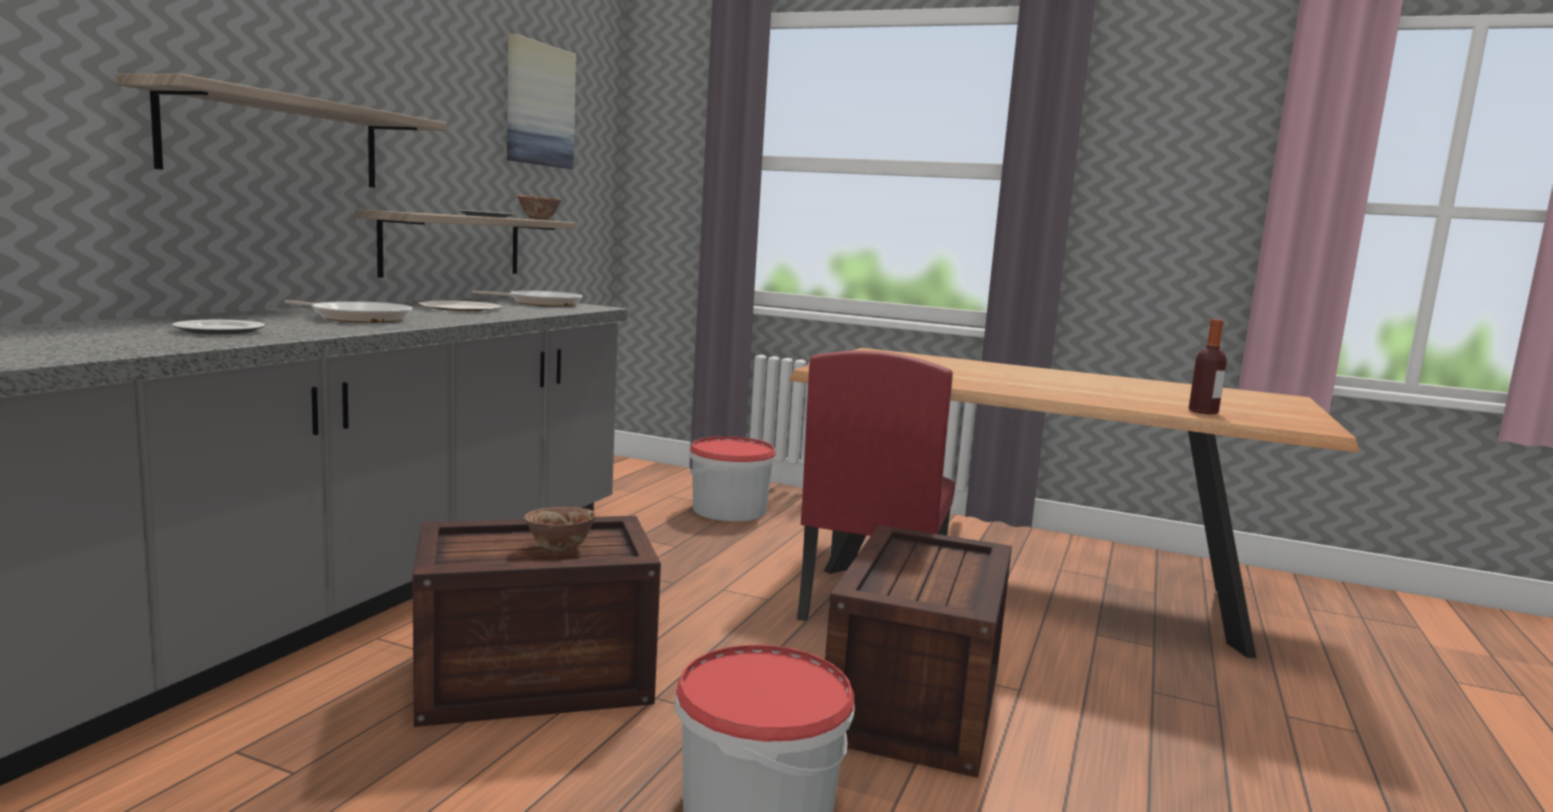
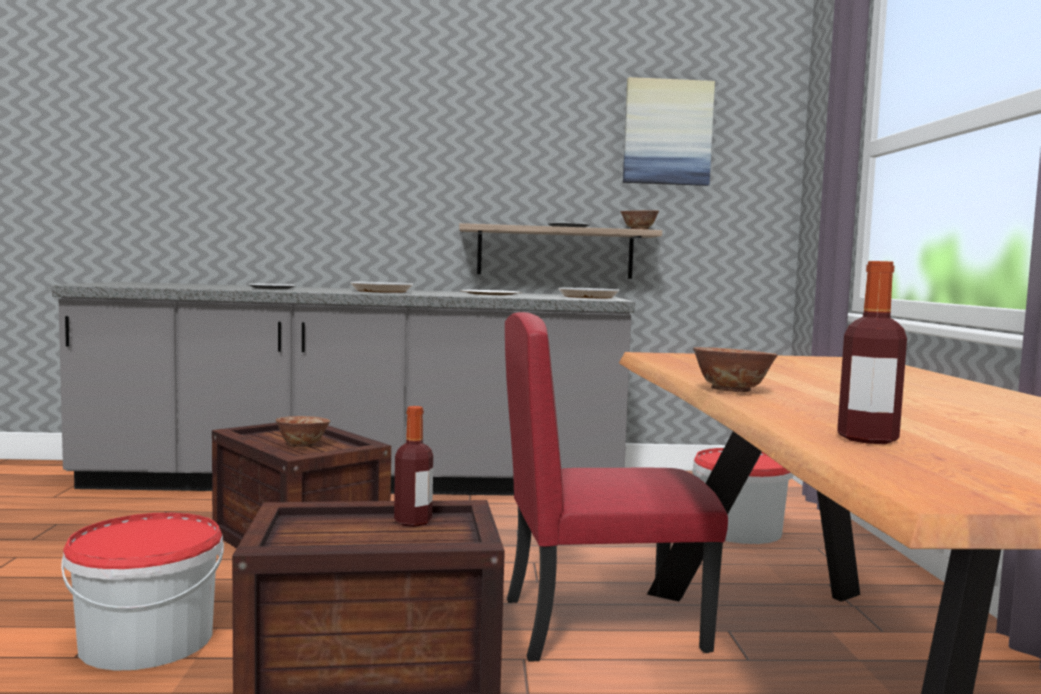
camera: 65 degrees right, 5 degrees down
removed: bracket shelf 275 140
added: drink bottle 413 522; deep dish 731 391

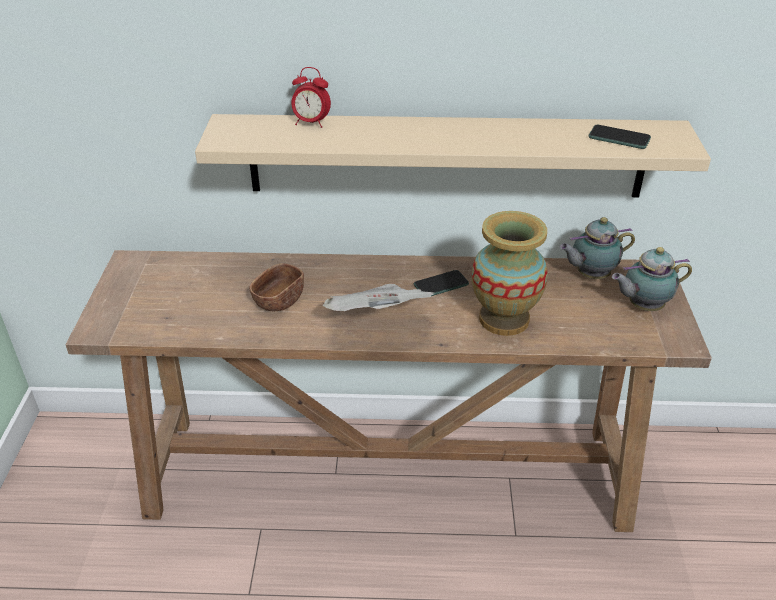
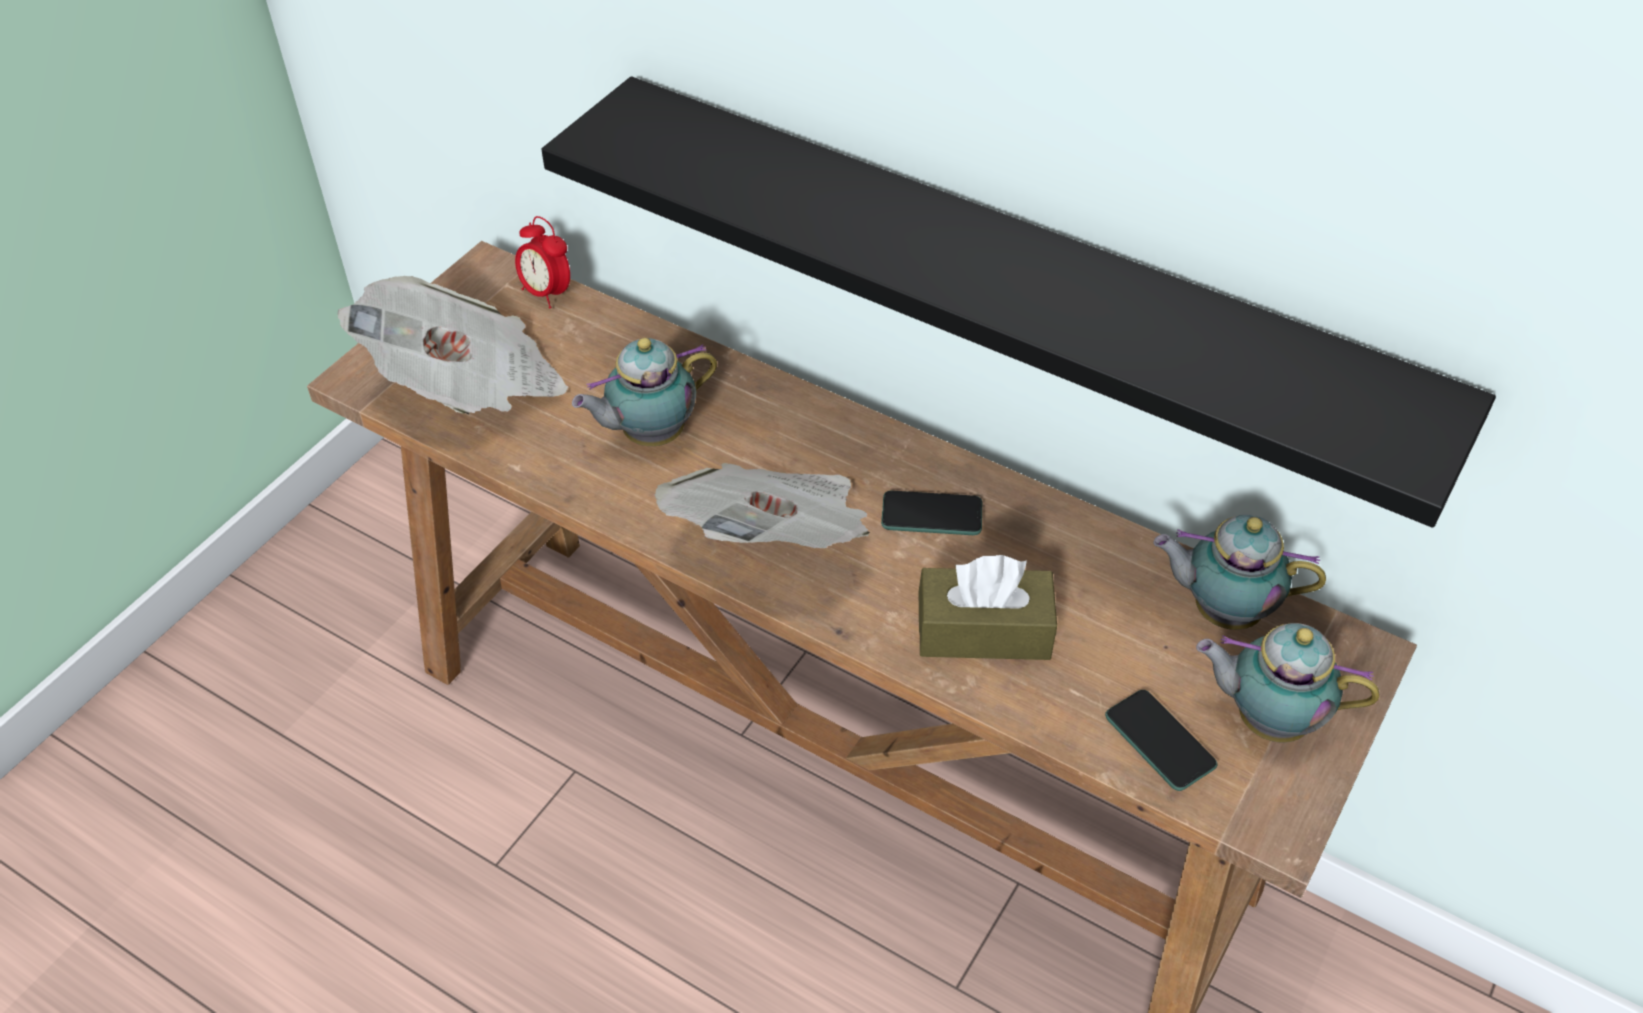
camera: 30 degrees right, 10 degrees up
added: daily paper 467 386
moved: bedside clock 311 123 to 547 293; handset 619 138 to 1160 741
replaced: brown-coloured deep dish 279 300 to tea pot 649 435; vase 504 319 to brown-coloured tissue holder 984 631
recoloured: beige bracket shelf 446 156 to black bracket shelf 1009 285

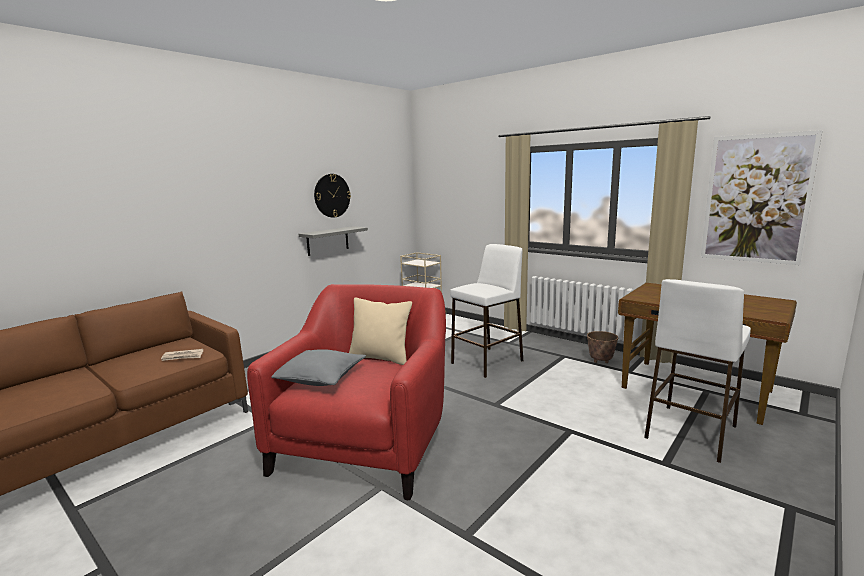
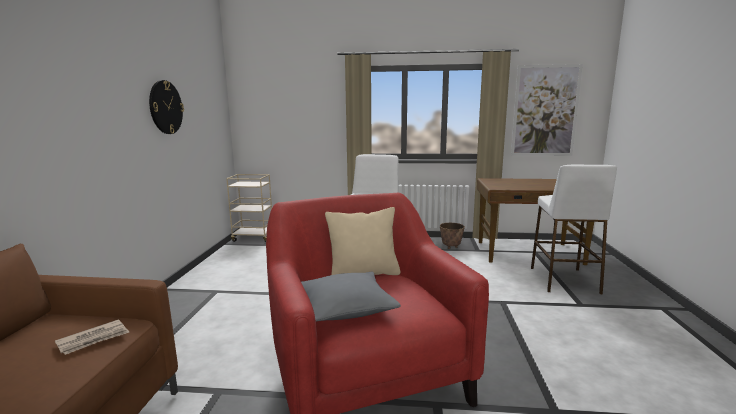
camera: 35 degrees left, 0 degrees up
removed: gray bracket shelf 327 241

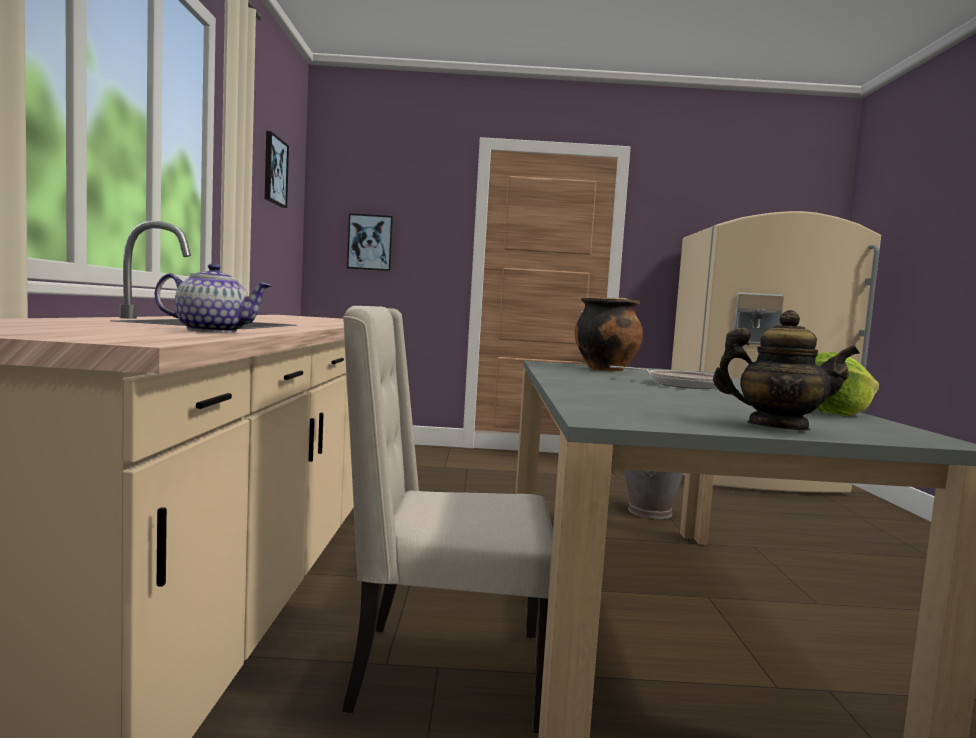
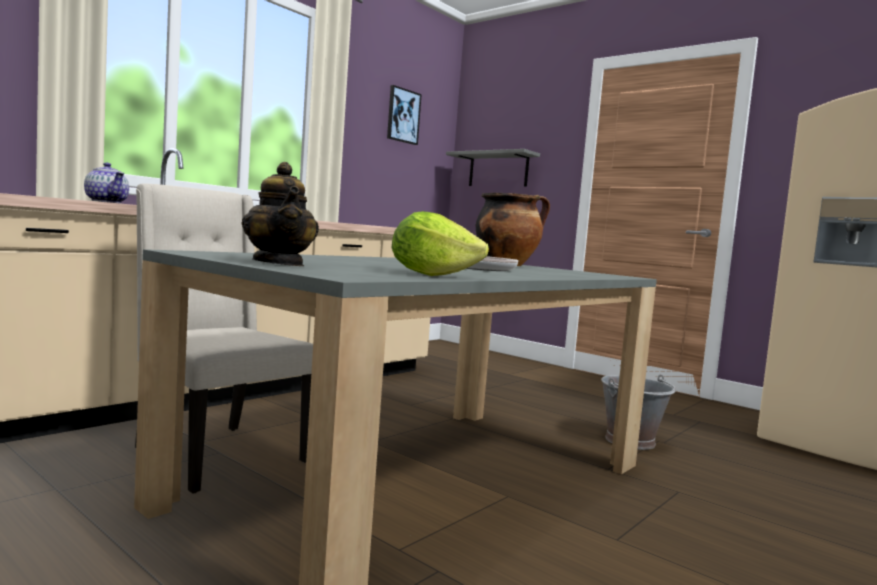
camera: 40 degrees right, 0 degrees up
replaced: wall picture 370 242 to gray bracket shelf 498 170

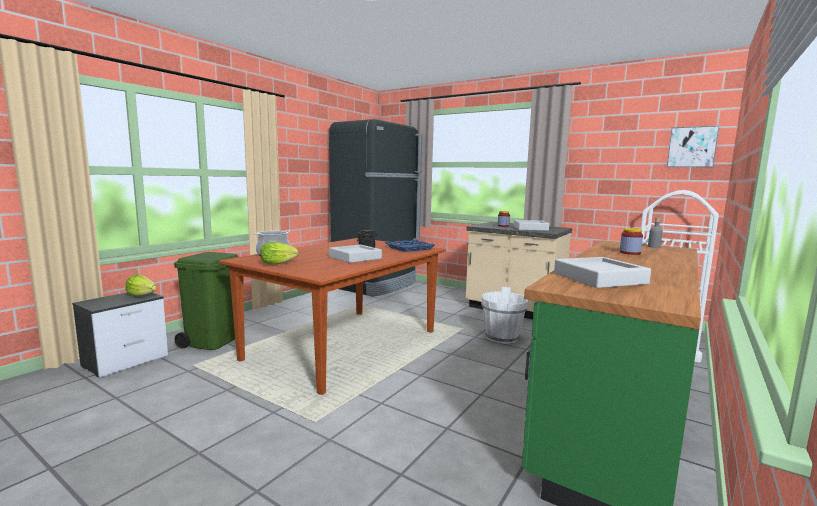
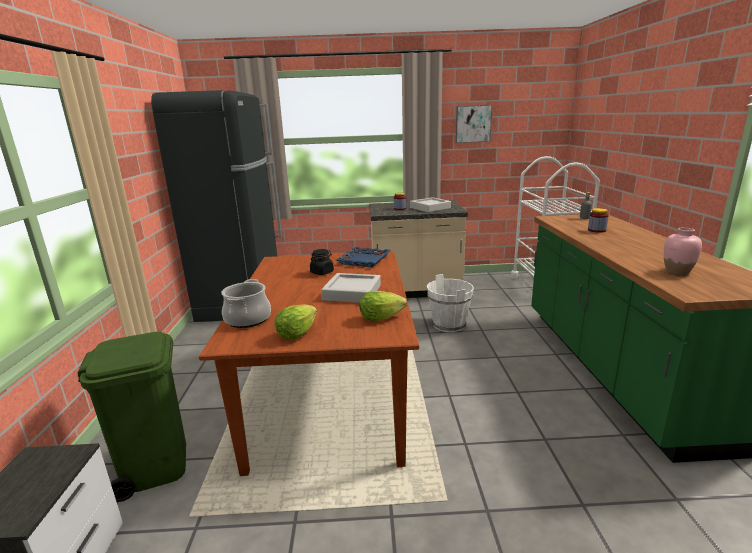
camera: 35 degrees left, 10 degrees up
moved: lettuce 142 295 to 380 318; wall picture 692 147 to 473 124
replaced: gray carrying tray 599 278 to pinkish vase 677 271

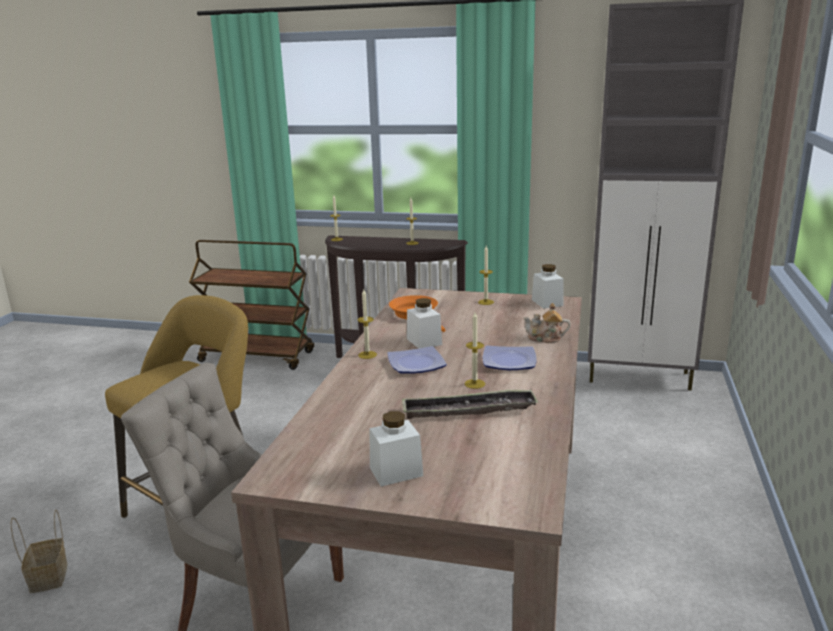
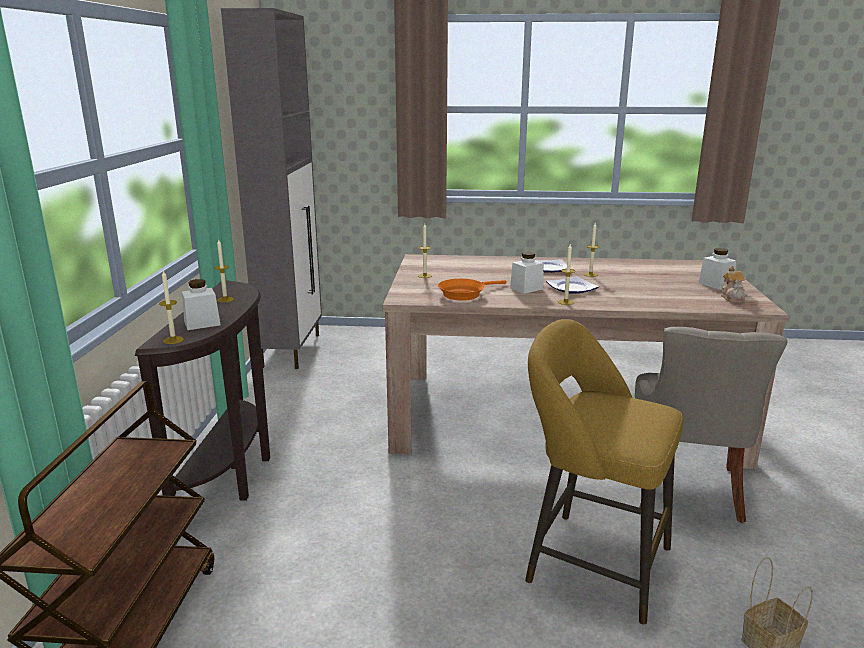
camera: 100 degrees left, 0 degrees up
removed: carrying tray 468 410
moved: whitish preserve jar 547 302 to 202 323; tea pot 545 338 to 732 298

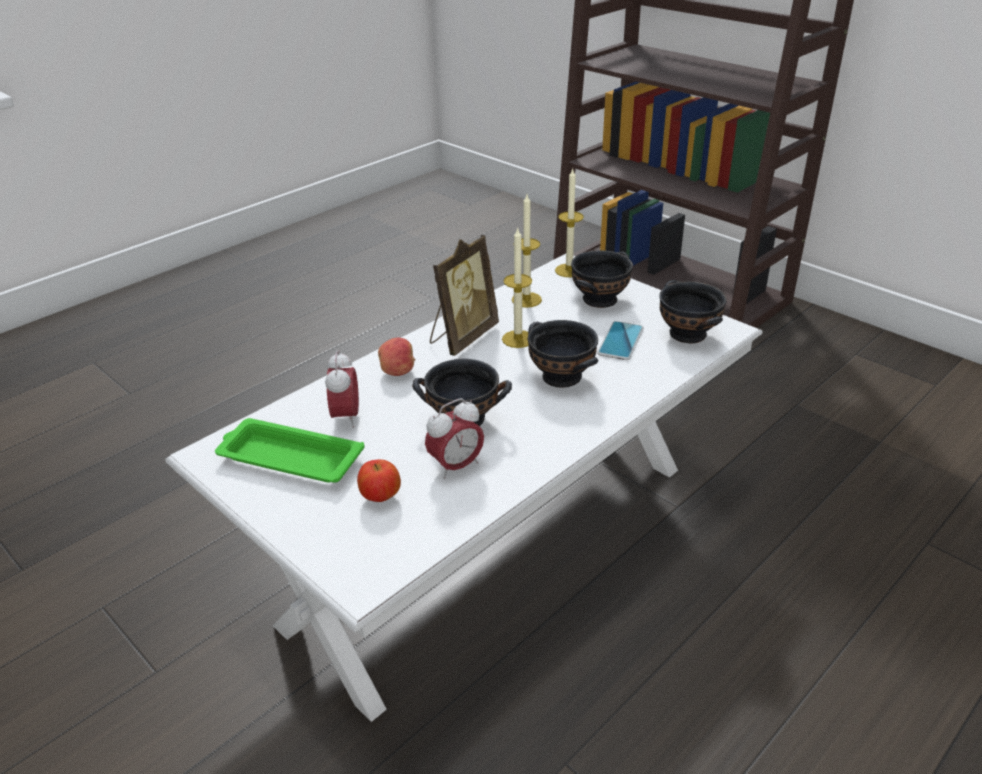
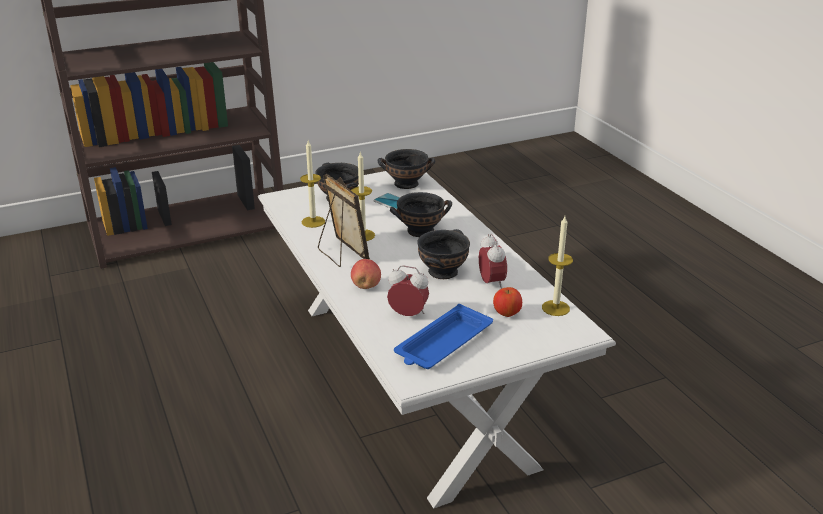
camera: 70 degrees left, 5 degrees down
moved: candle 569 270 to 555 308
recoloured: green-coloured carrying tray 288 458 to bluish carrying tray 442 344

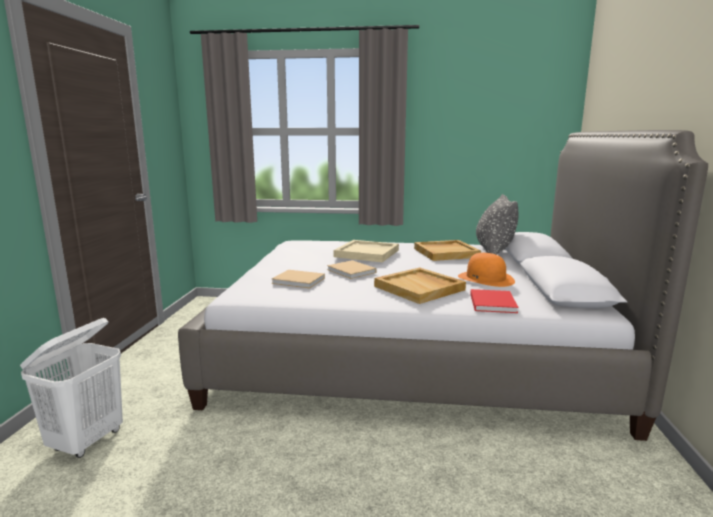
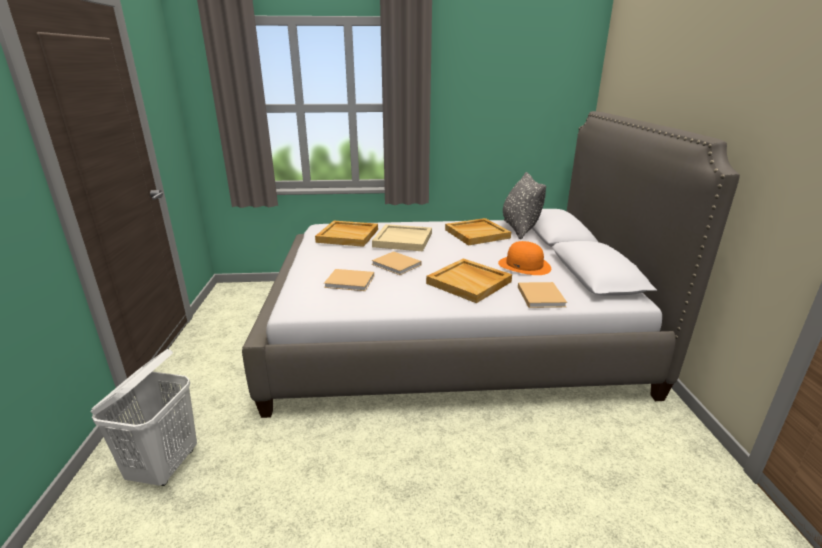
camera: 10 degrees left, 10 degrees up
added: beige carrying tray 348 235
recoloured: red volume 492 302 to beige volume 540 296

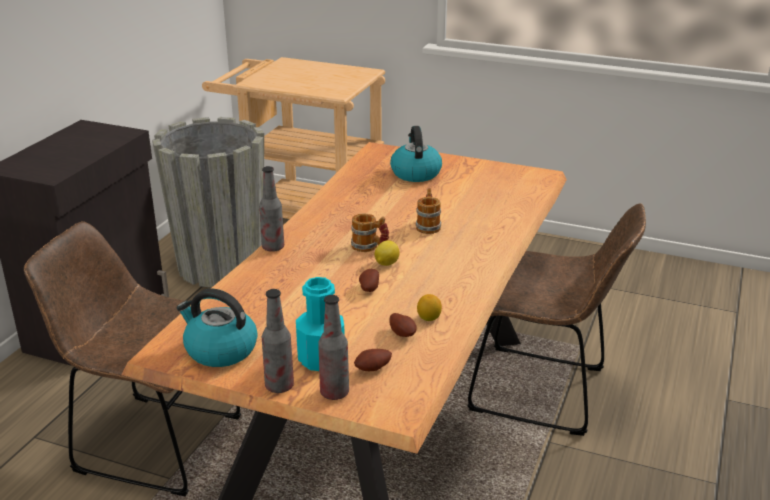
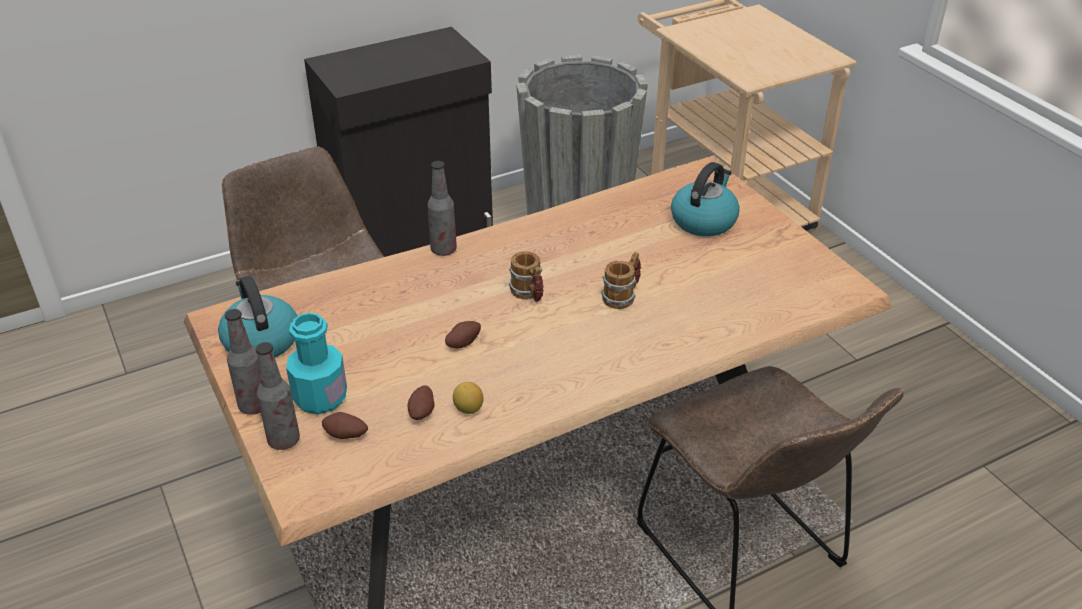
camera: 40 degrees right, 10 degrees up
removed: citrus fruit 386 263

